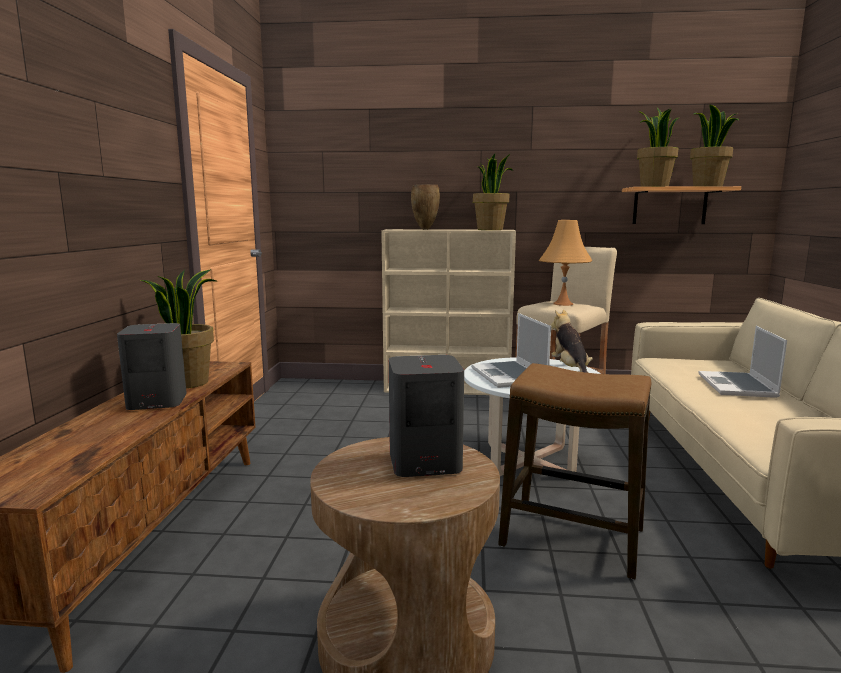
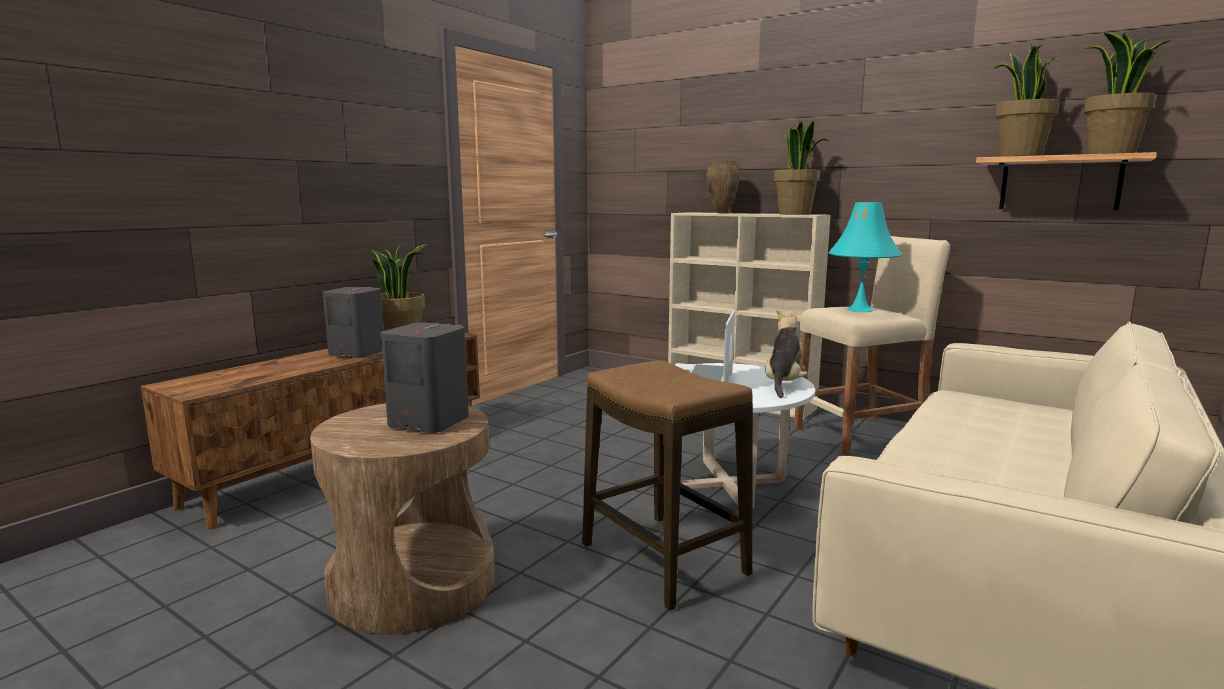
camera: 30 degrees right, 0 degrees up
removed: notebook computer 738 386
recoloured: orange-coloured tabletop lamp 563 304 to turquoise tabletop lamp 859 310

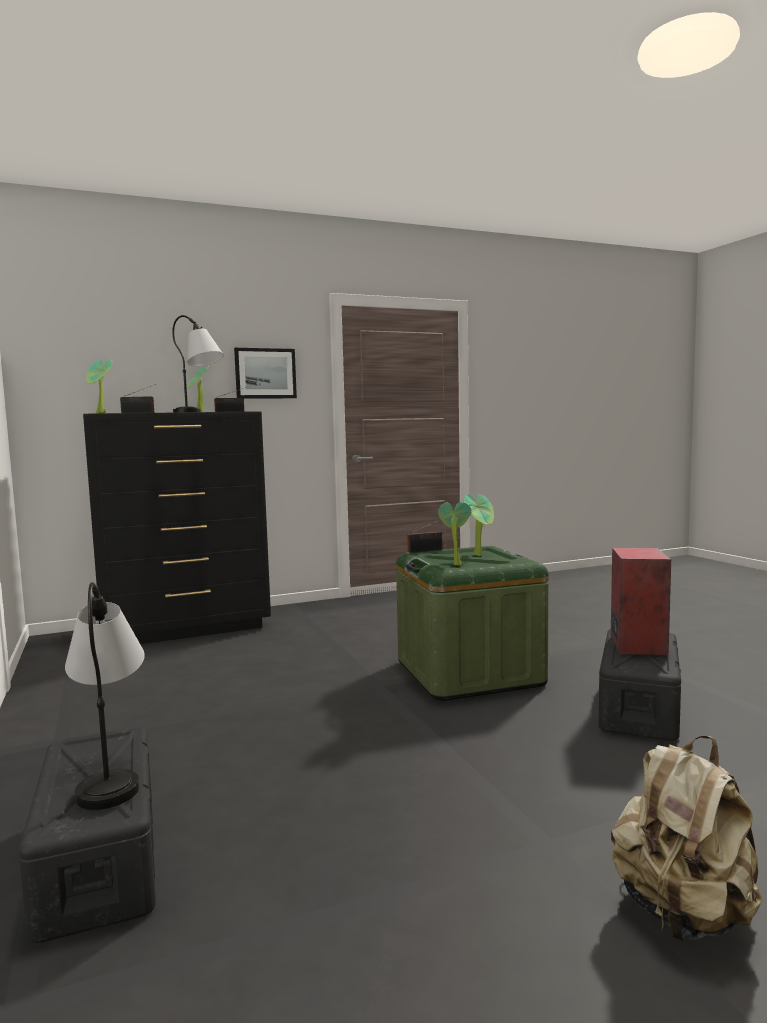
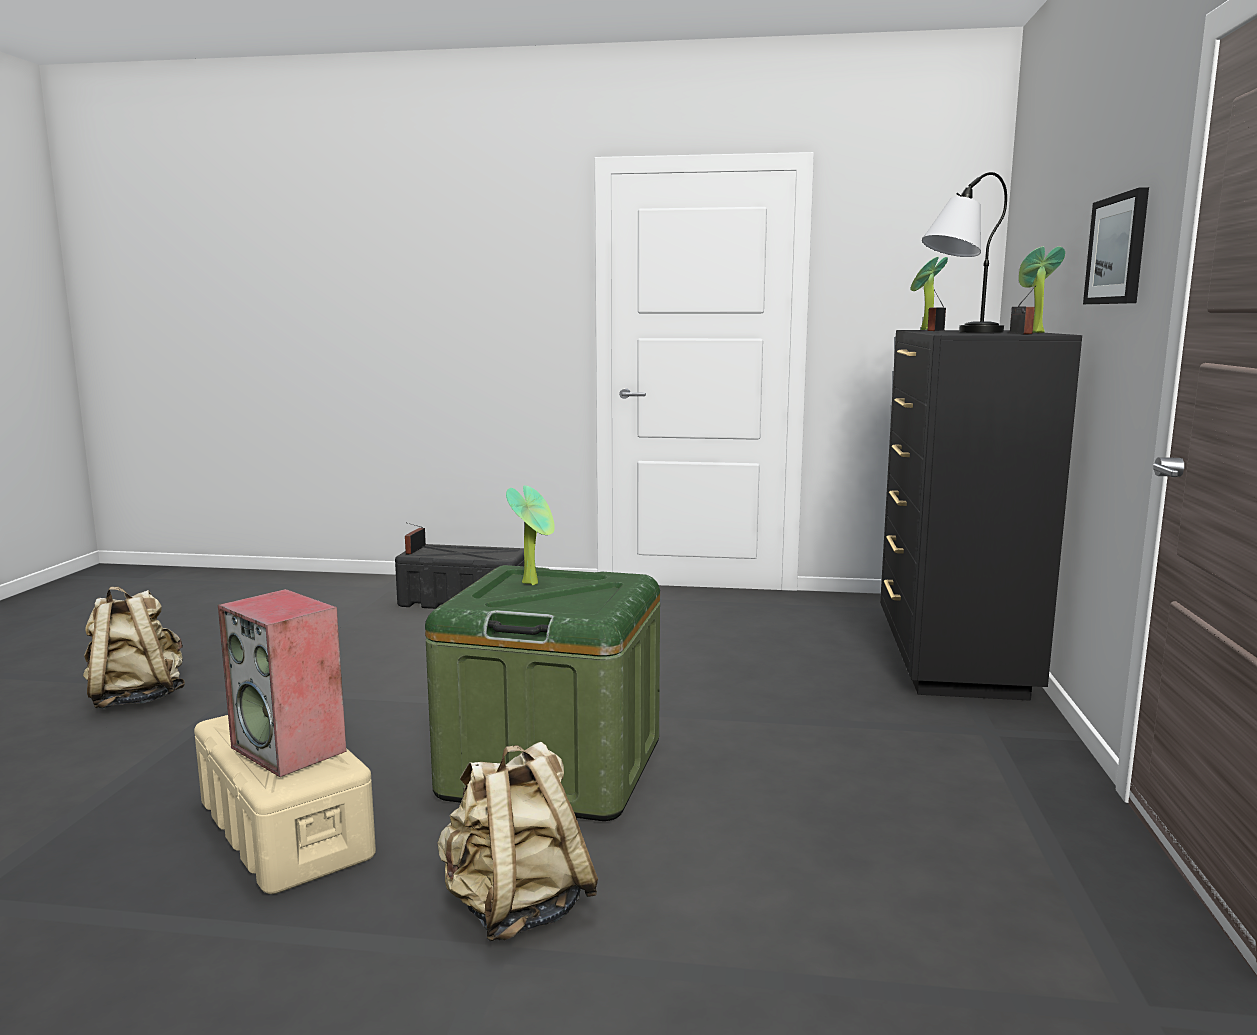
camera: 120 degrees right, 5 degrees up
removed: tabletop lamp 112 772; houseplant 480 555
added: beige knapsack 516 908
moved: radio set 427 550 to 414 550
recoloured: black storage container 639 706 to beige storage container 285 829

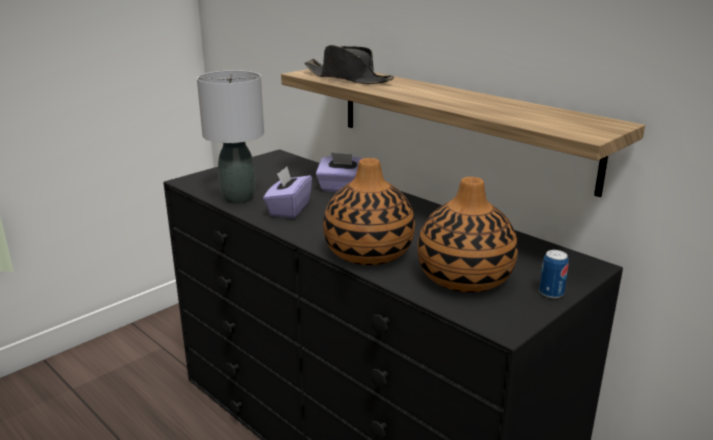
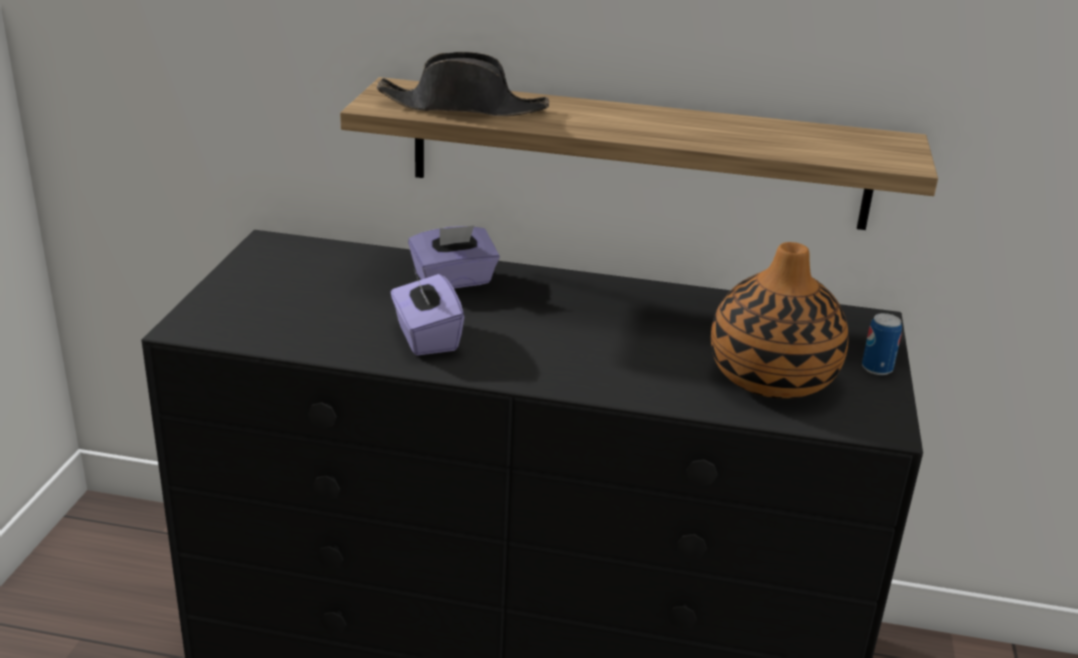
camera: 35 degrees left, 5 degrees up
removed: gray tabletop lamp 239 198; vase 369 253

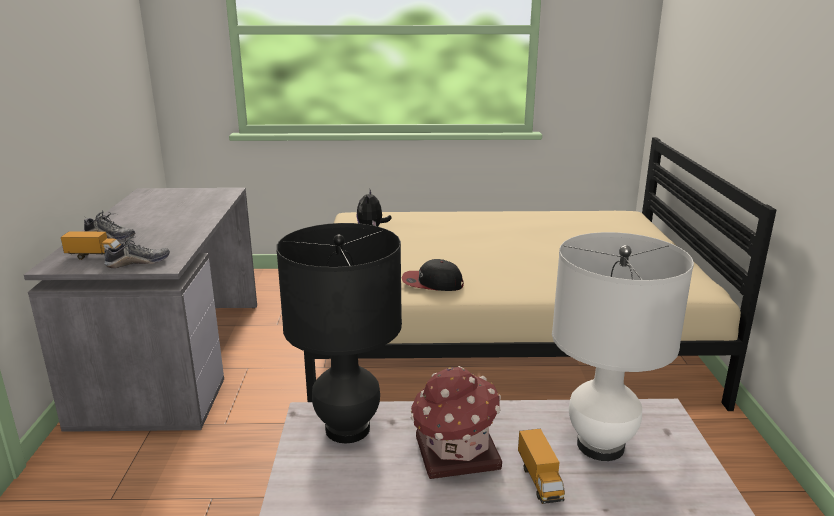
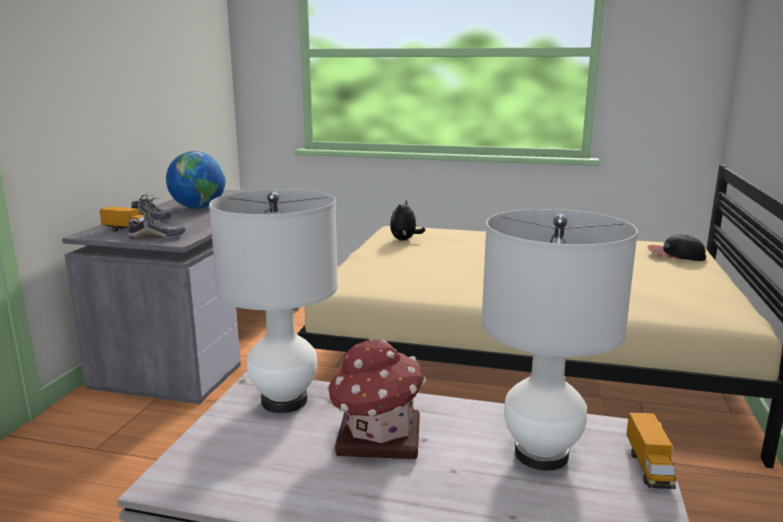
camera: 15 degrees right, 5 degrees down
added: globe 198 208
moved: model truck 539 480 to 648 467; baseball cap 432 283 to 675 255
recoloured: black tabletop lamp 347 429 to whitish tabletop lamp 284 401

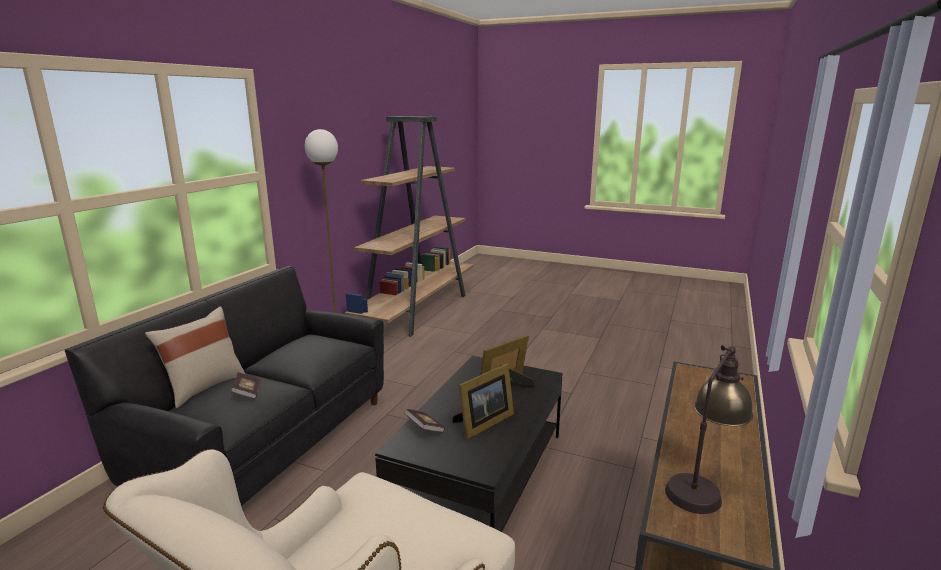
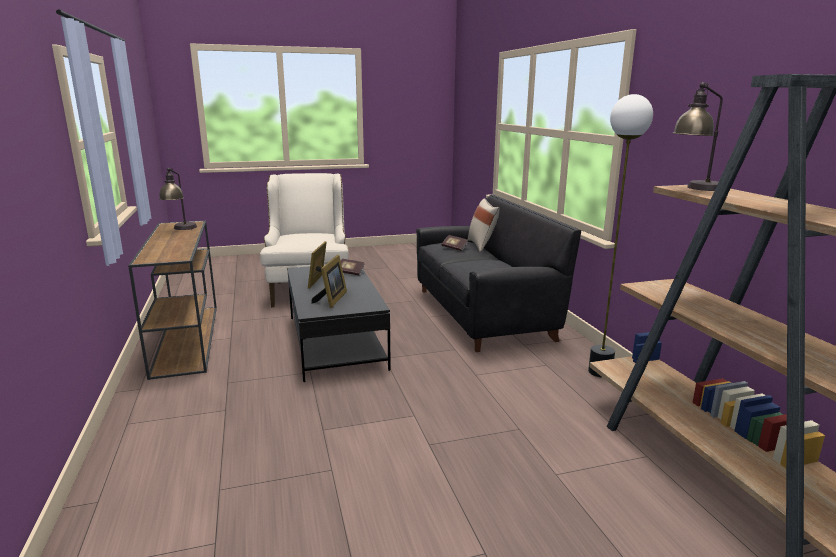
camera: 140 degrees right, 0 degrees up
added: tabletop lamp 695 188

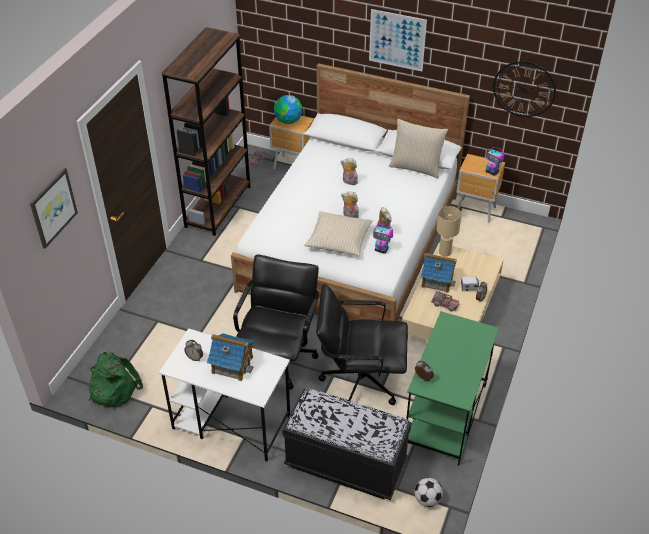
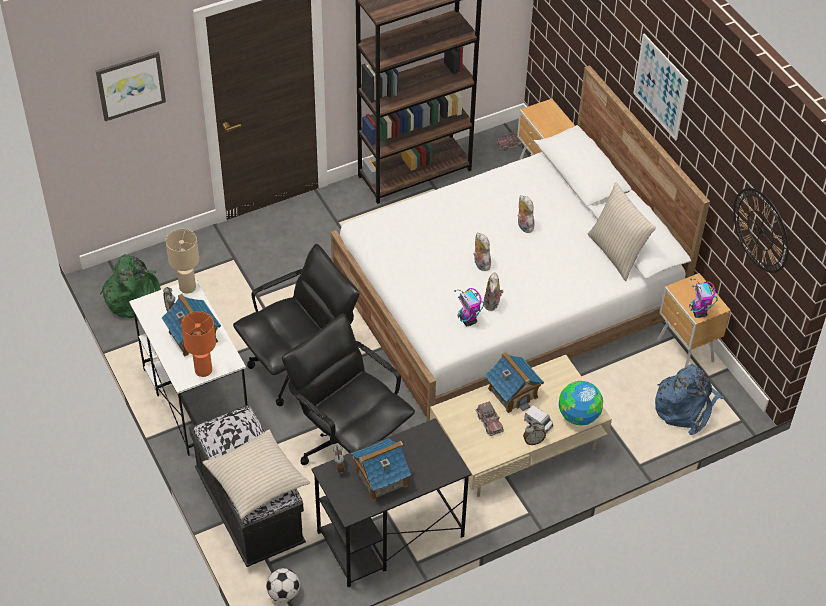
camera: 40 degrees right, 5 degrees up
added: orange-coloured tabletop lamp 203 371; miniature house 380 478; bluish knapsack 685 407
moved: beige tabletop lamp 445 252 to 188 287; beige pillow 338 239 to 256 480; globe 288 121 to 578 416
recoloured: green-coloured desk unit 445 416 to black desk unit 389 535

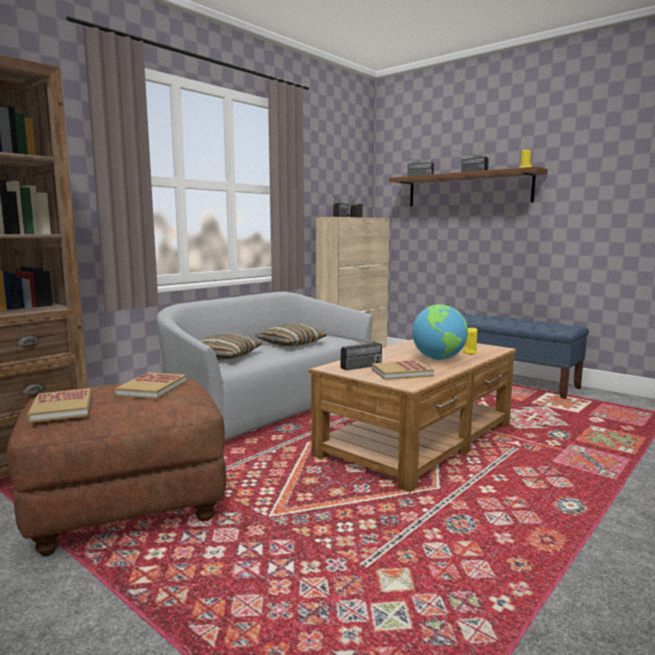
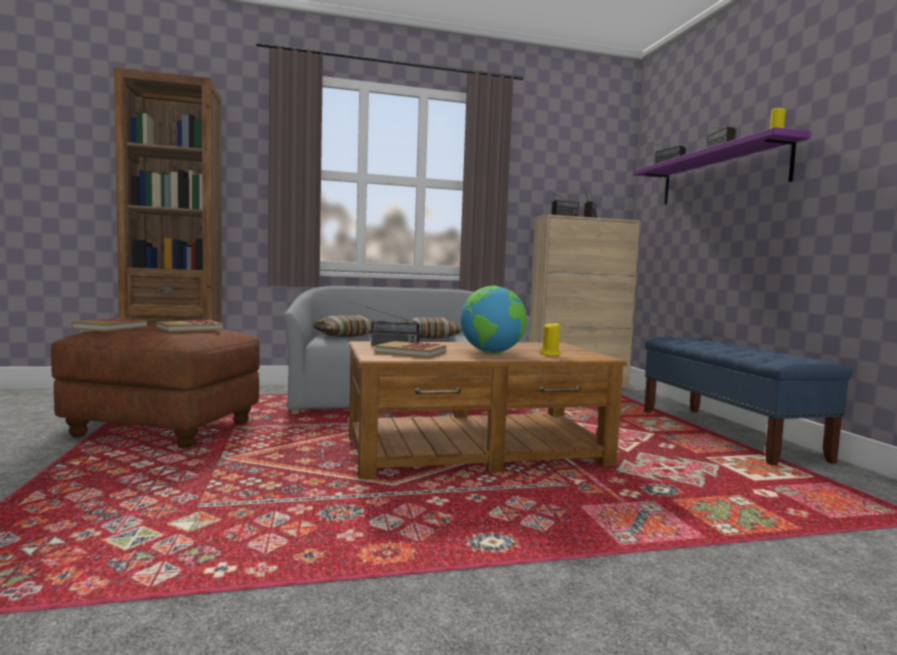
camera: 35 degrees right, 5 degrees down
recoloured: brown-coloured bracket shelf 468 189 to purplish bracket shelf 721 175

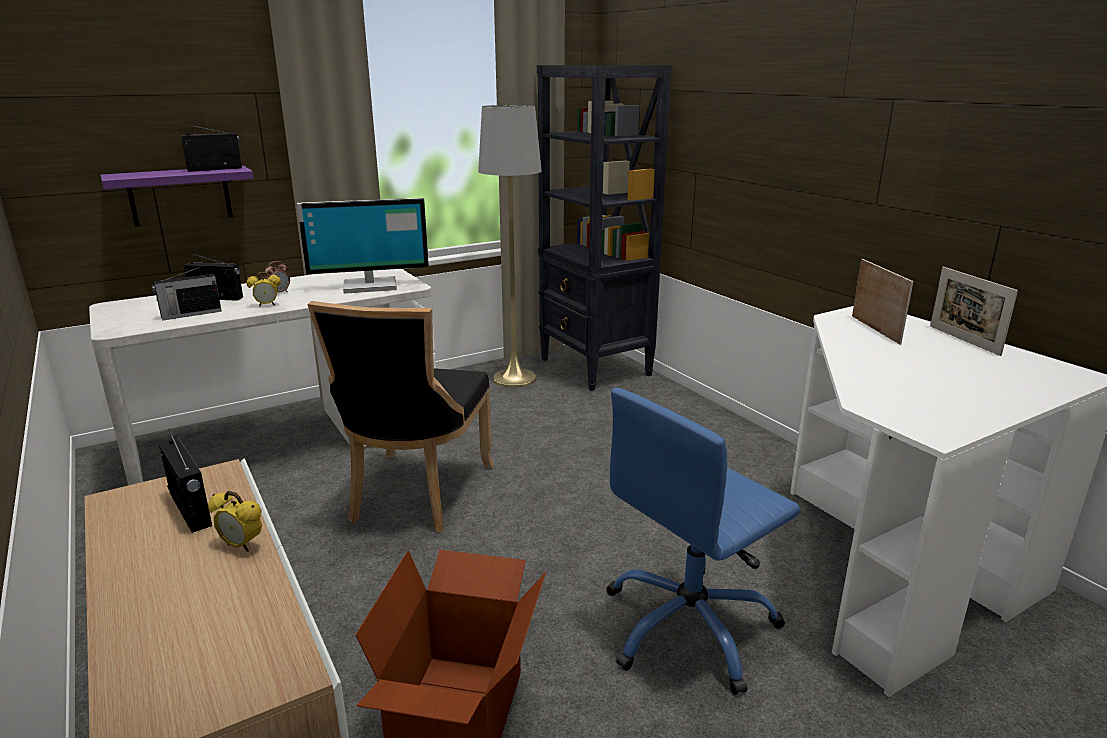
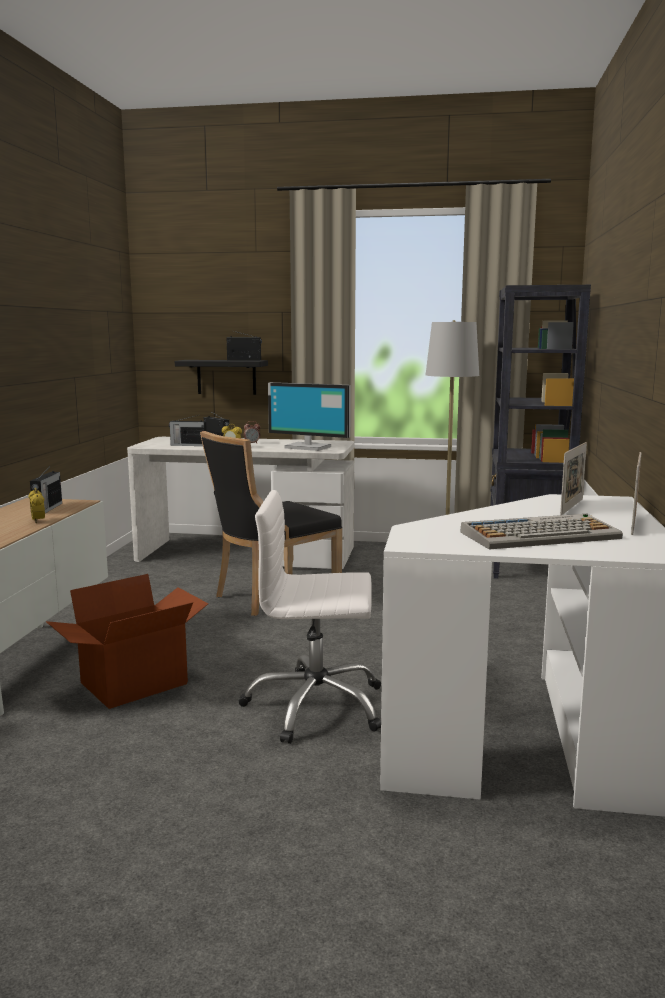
camera: 40 degrees right, 10 degrees down
added: keyboard 540 535
recoloured: purplish bracket shelf 180 196 to black bracket shelf 226 377; bluish computer chair 689 627 to whitish computer chair 315 706

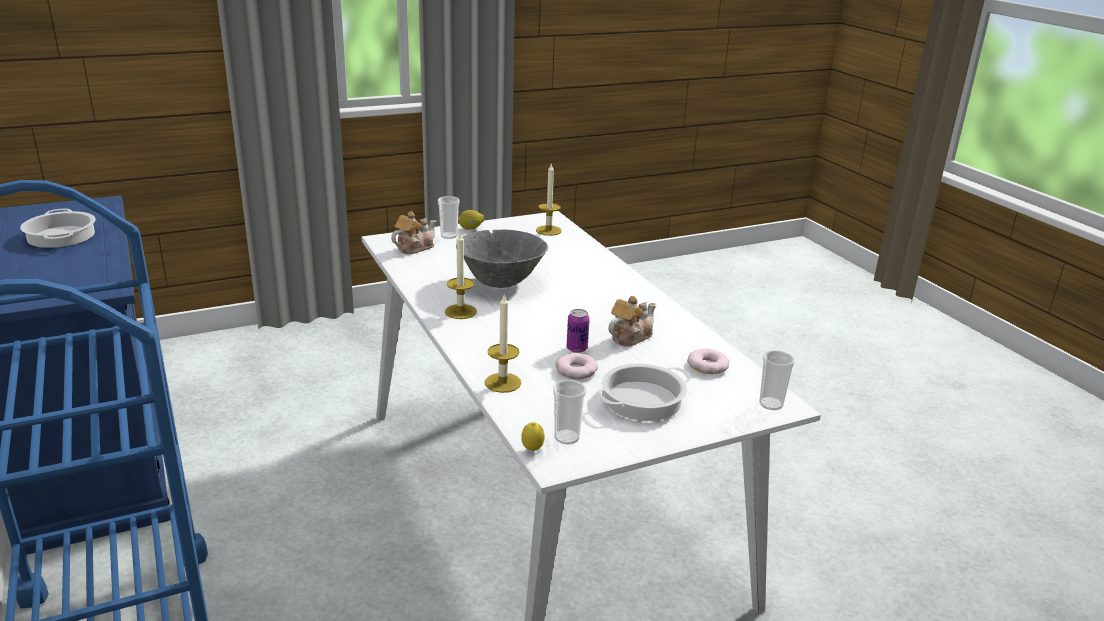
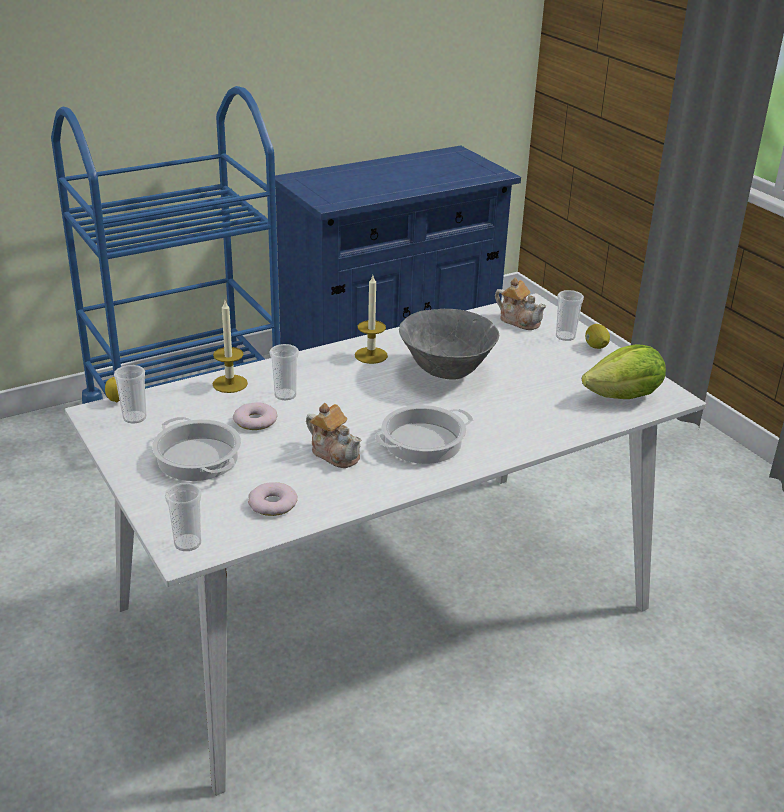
camera: 85 degrees right, 5 degrees up
removed: can 577 348
added: small cup 285 395
moved: cooking pot 62 236 to 423 443
replaced: candle 548 230 to lettuce 624 397

